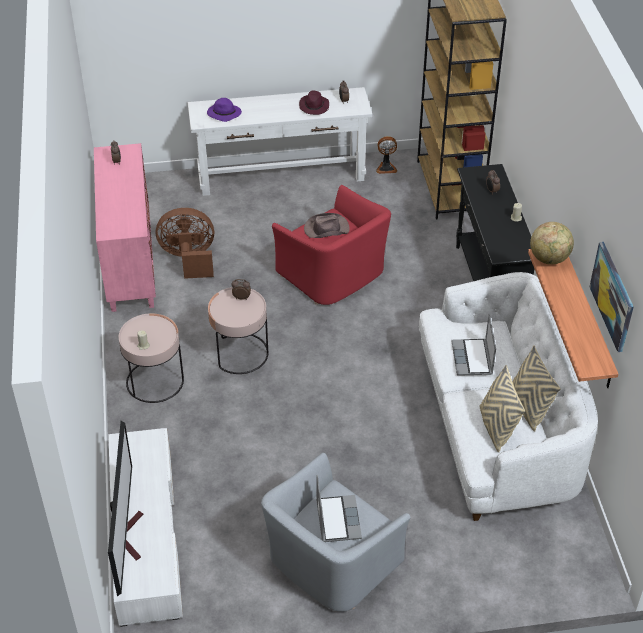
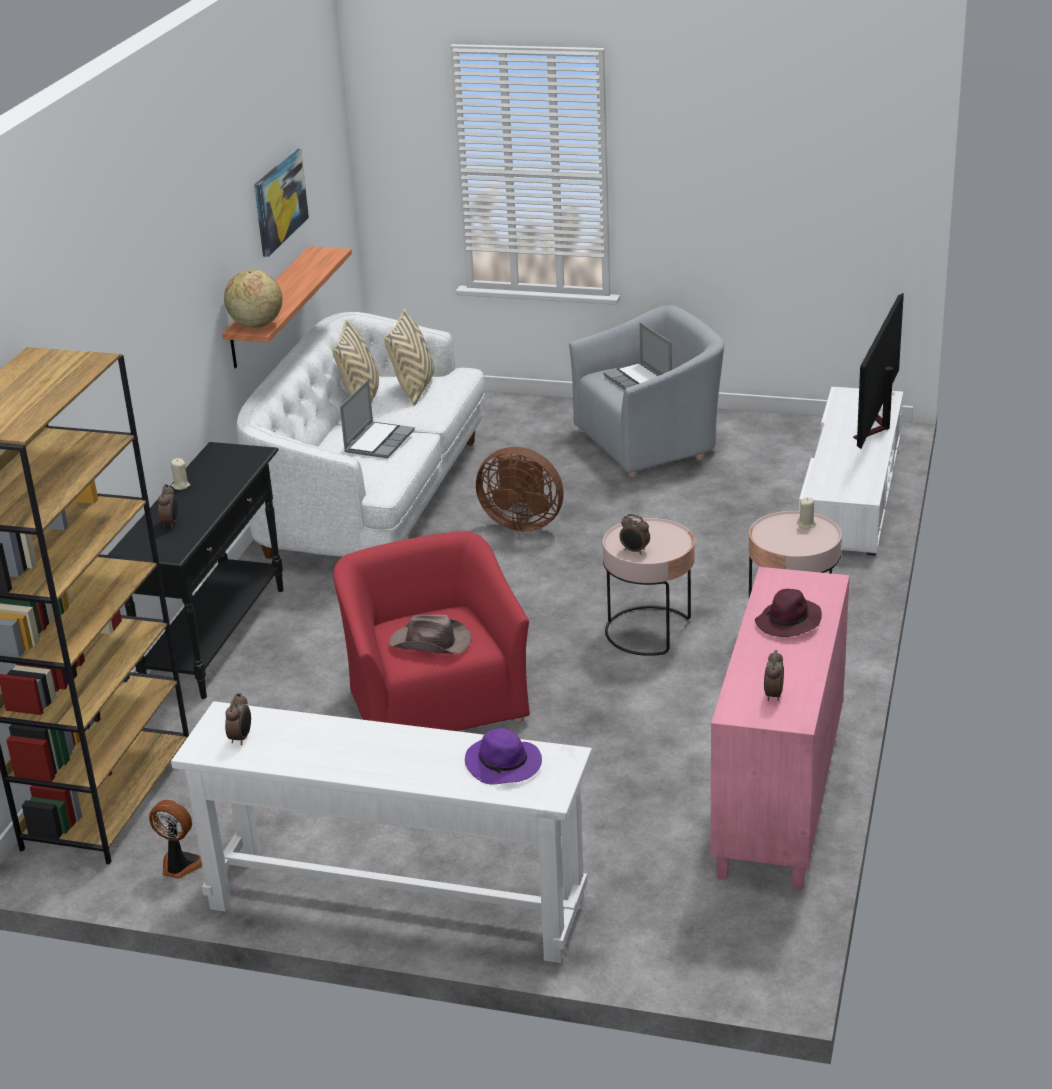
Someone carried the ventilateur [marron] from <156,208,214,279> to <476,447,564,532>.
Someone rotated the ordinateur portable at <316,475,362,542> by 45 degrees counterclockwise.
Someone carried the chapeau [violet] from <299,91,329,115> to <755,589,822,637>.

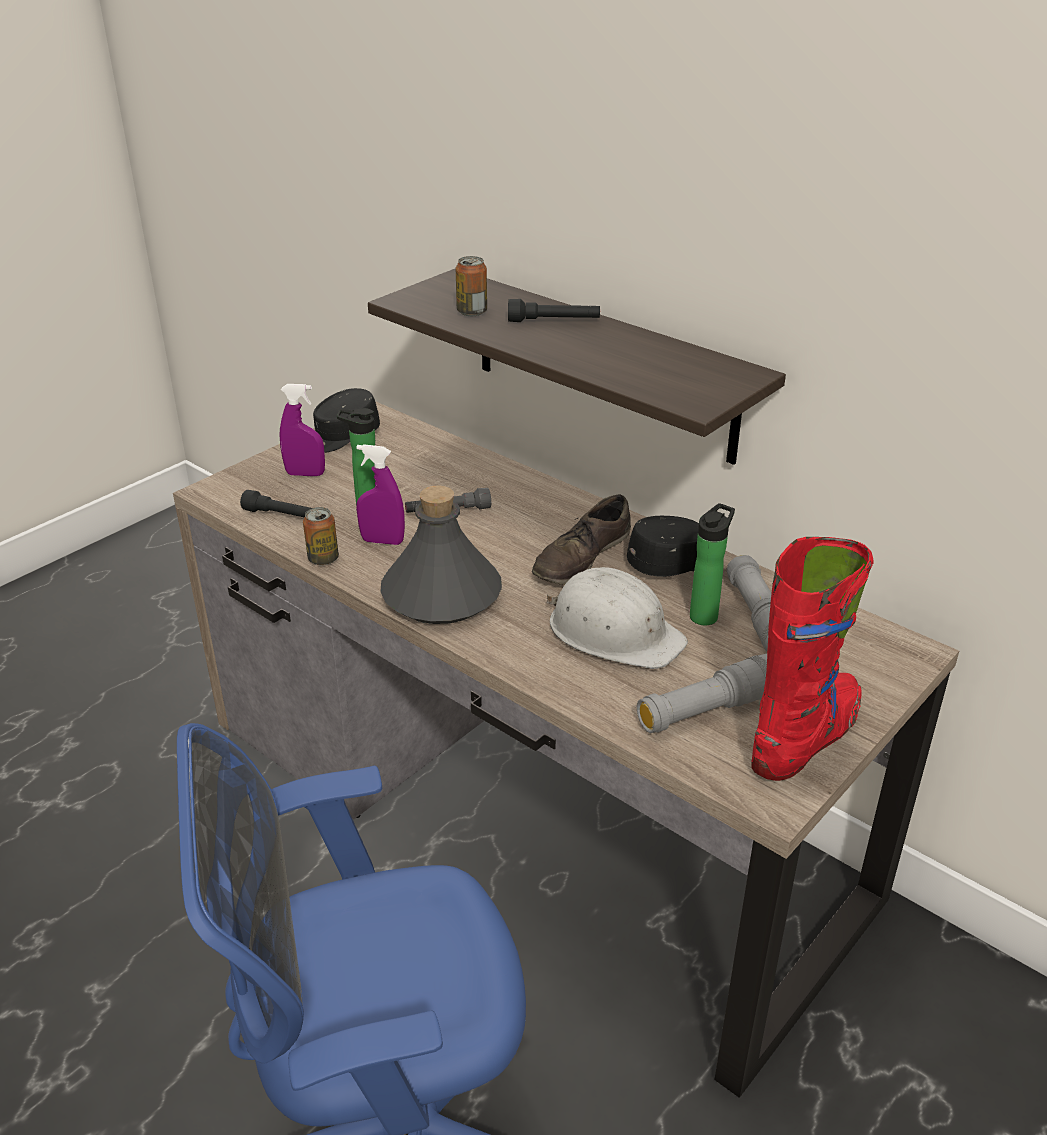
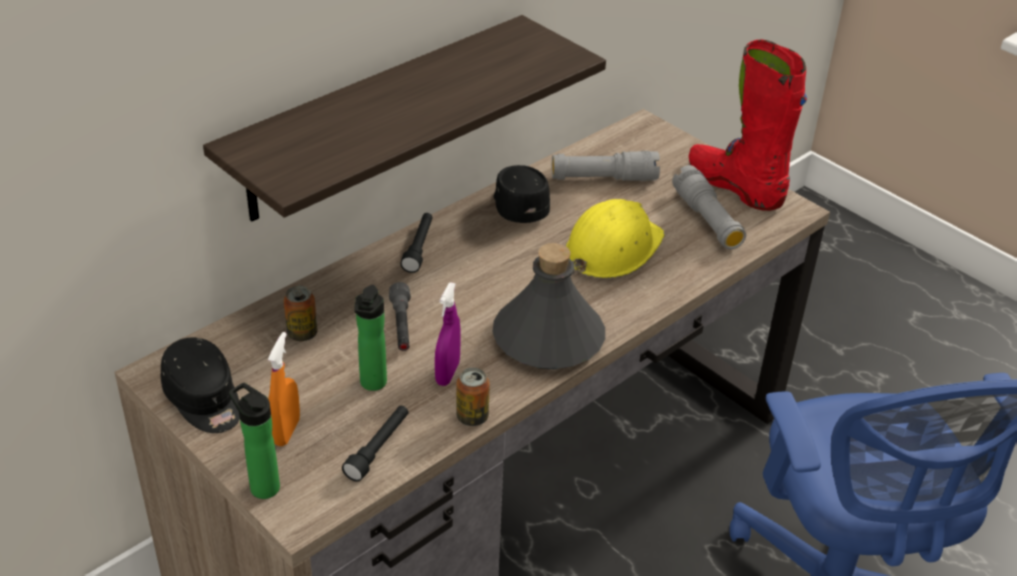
Someone carried the bouteille from <690,503,735,626> to <229,383,280,499>.
Someone repainted the vaporisateur [violet] at <280,384,325,477>, which became the vaporisateur [orange] at <268,332,300,446>.
Someone carried the boîte métallique from <456,256,487,316> to <284,286,318,341>.
Someone carried the lampe de poche [noir] from <508,299,600,322> to <401,213,433,273>.
Someone repainted the casque de chantier [blanc] at <547,567,688,669>, which became the casque de chantier [jaune] at <566,199,665,278>.
Someone took away the chaussure [marron] at <532,494,631,585>.

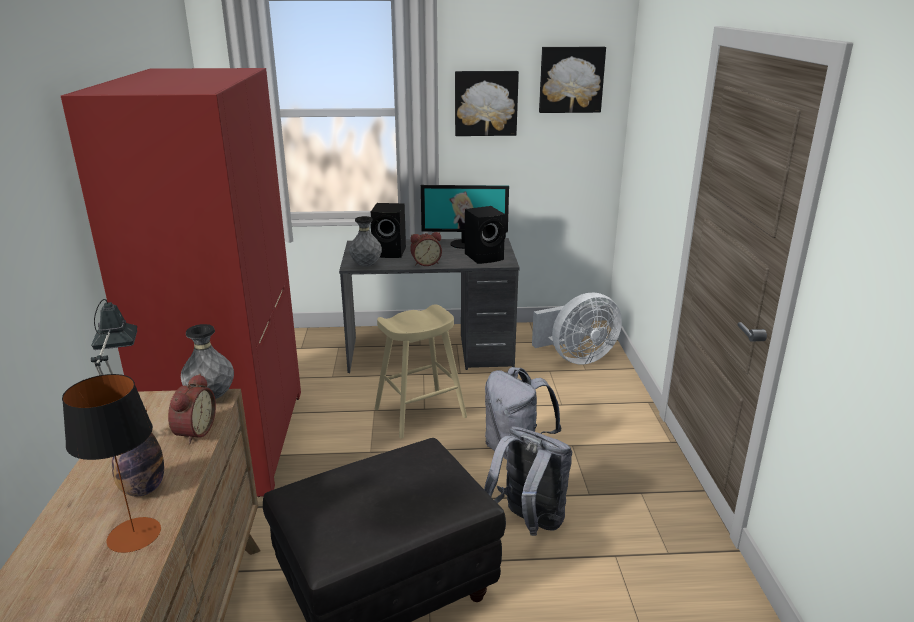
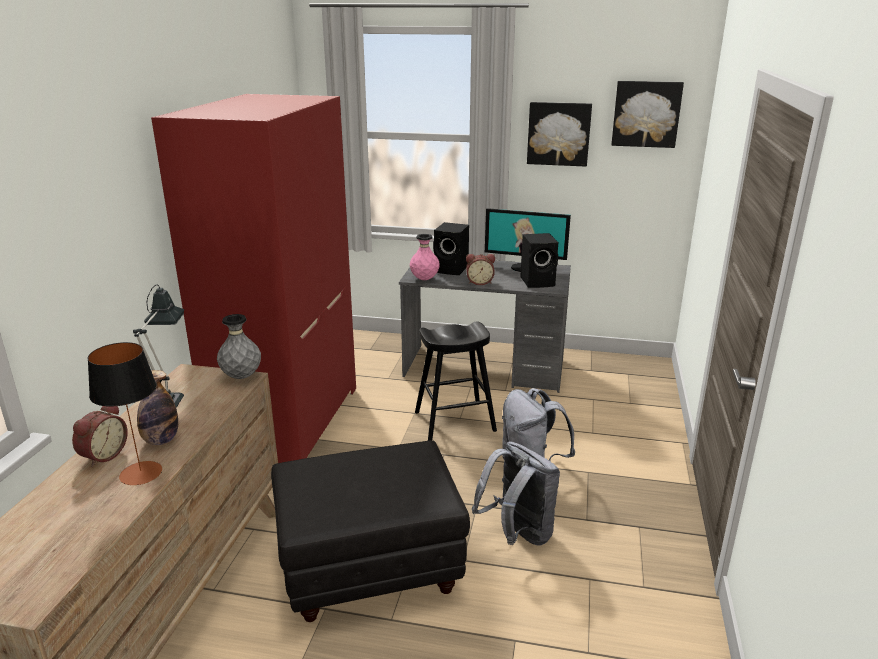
Someone carried the réveil from <168,373,216,444> to <72,406,128,467>.
Someone repainted the vase [gris] at <349,216,382,267>, which became the vase [rose] at <410,234,440,280>.
Someone repainted the tabouret [beige] at <375,304,467,439>, which became the tabouret [noir] at <415,322,497,441>.
Someone took away the ventilateur [blanc] at <532,293,622,365>.

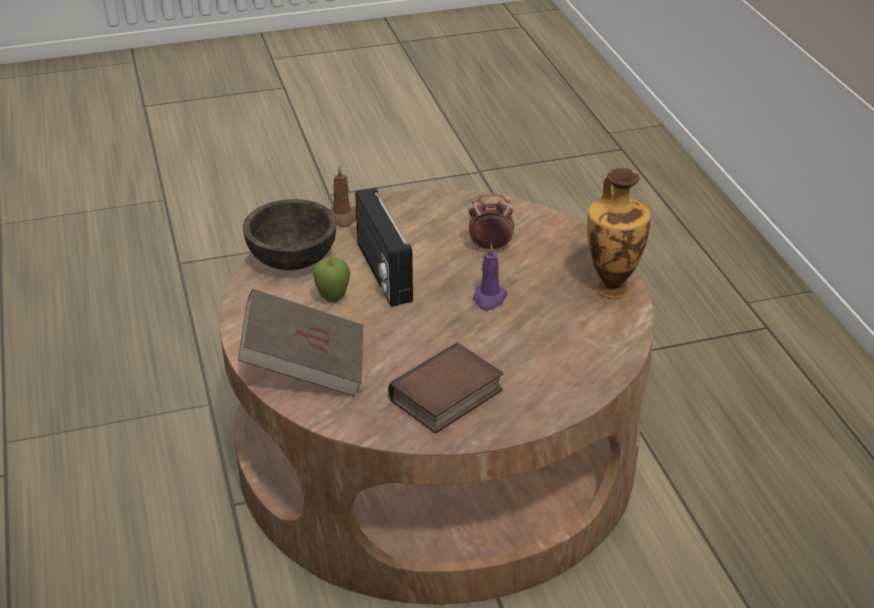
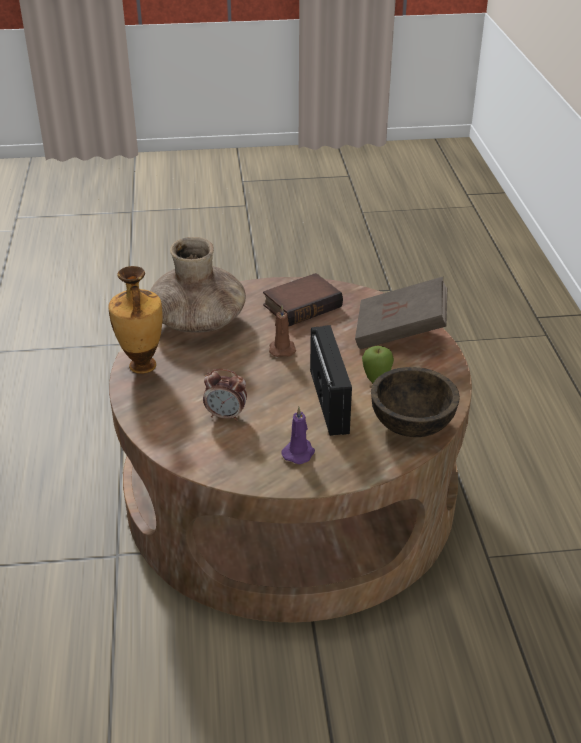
Someone put down the vase [marron] at <150,237,246,333>.
Someone carried the bougie [marron] from <330,165,356,227> to <269,306,296,357>.
Someone carried the bougie [violet] from <473,243,508,310> to <282,407,315,464>.

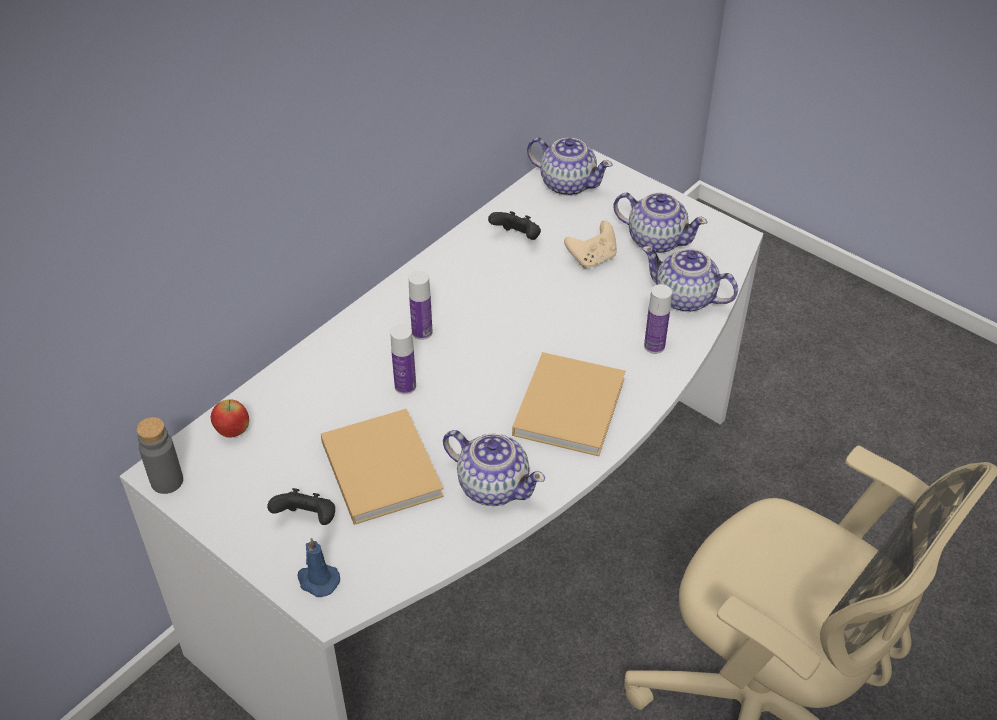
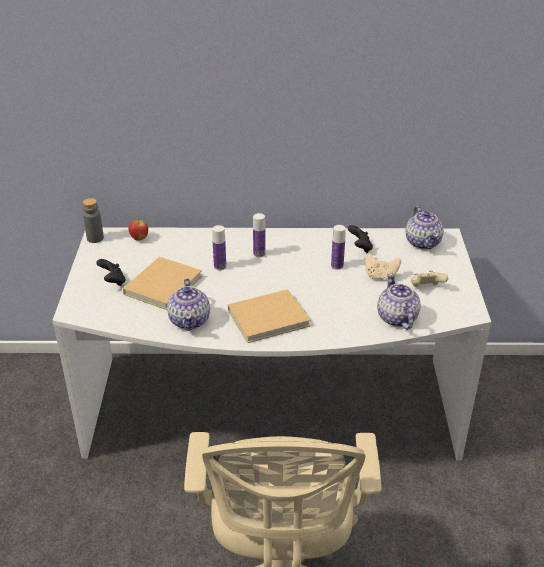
Someone carried the bouteille from <644,284,672,354> to <331,225,346,270>.
Someone swapped the théière at <613,193,707,253> for the manette [beige] at <411,270,448,287>.
Someone took away the bougie [bleu] at <297,538,340,597>.

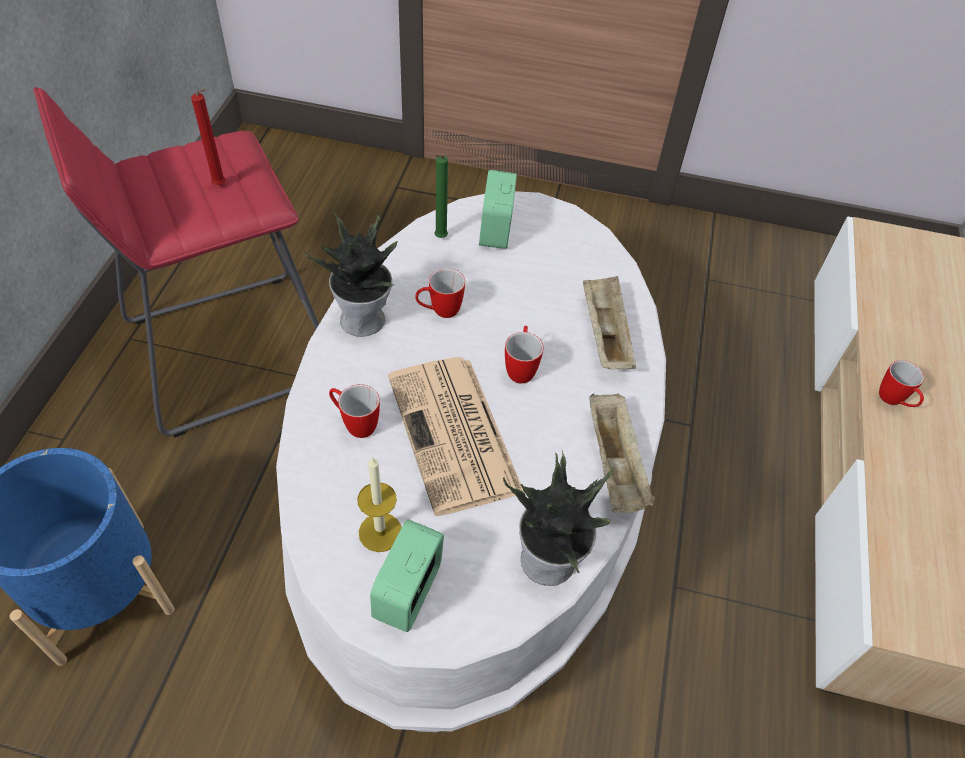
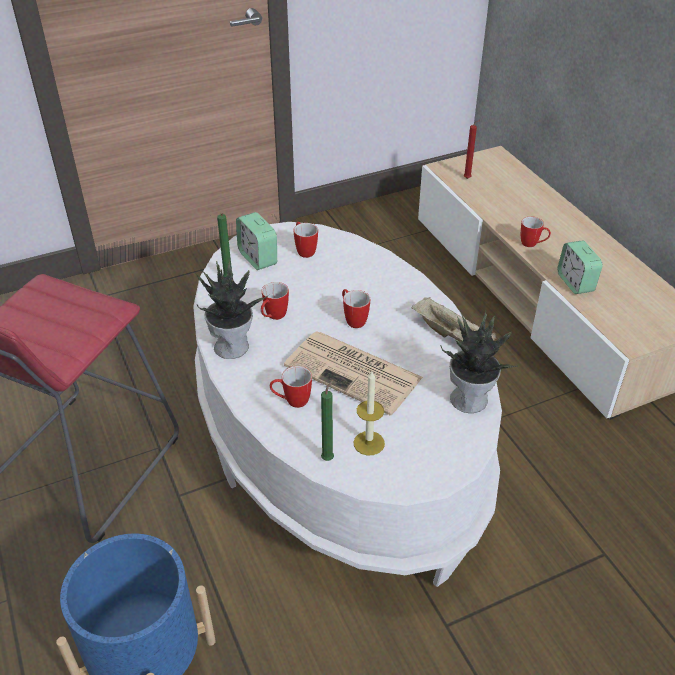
Someone put down the mug at <294,222,318,258>.
Someone put down the bougie [vert] at <321,380,334,461>.
Someone carried the bougie [rouge] from <191,89,226,185> to <464,120,480,179>.
Someone carried the réveil from <370,520,444,632> to <558,241,603,294>.
Someone took away the plateau [beige] at <583,276,636,369>.

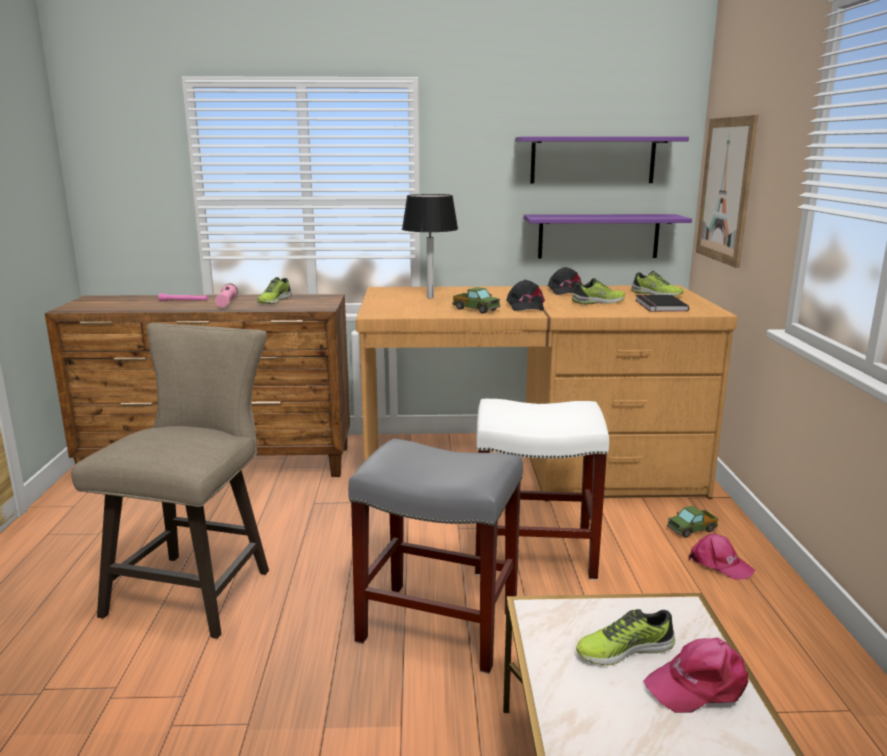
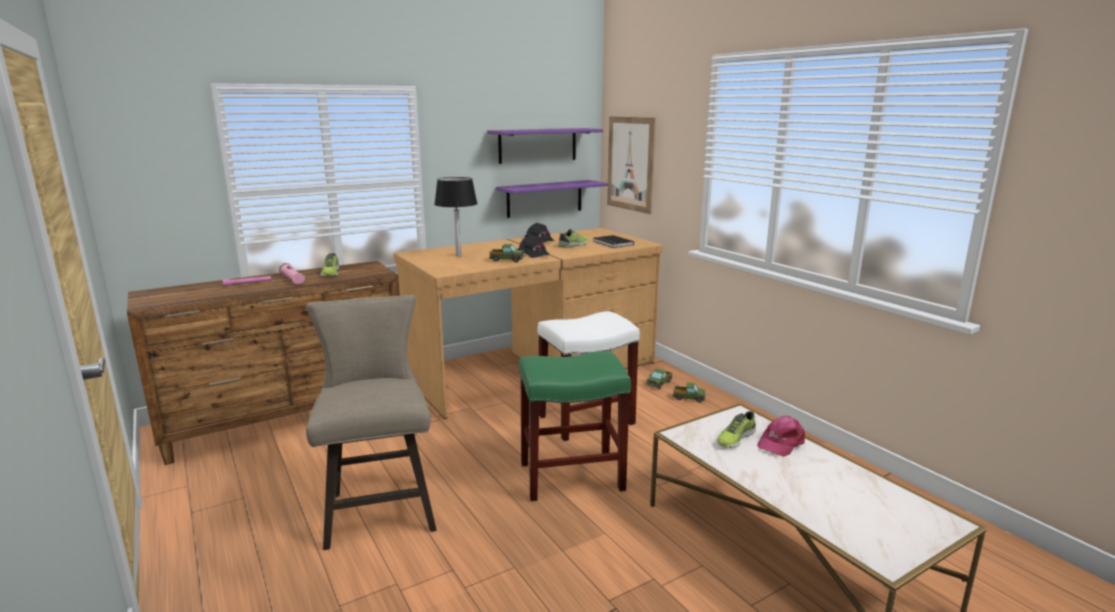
Someone repainted the tabouret [gris] at <348,439,523,674>, which became the tabouret [vert] at <519,351,631,502>.
Someone swapped the casquette [rose] at <689,533,755,580> for the camion jouet at <673,382,706,403>.
Someone took away the chaussure at <631,271,684,296>.

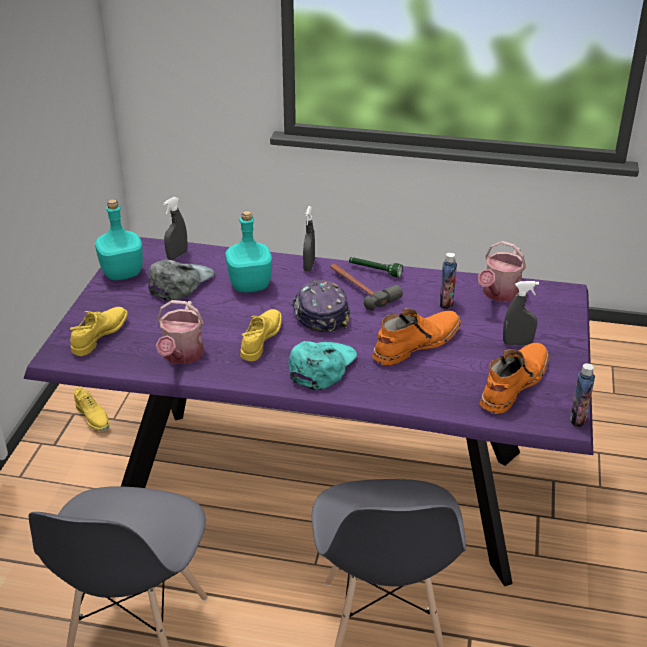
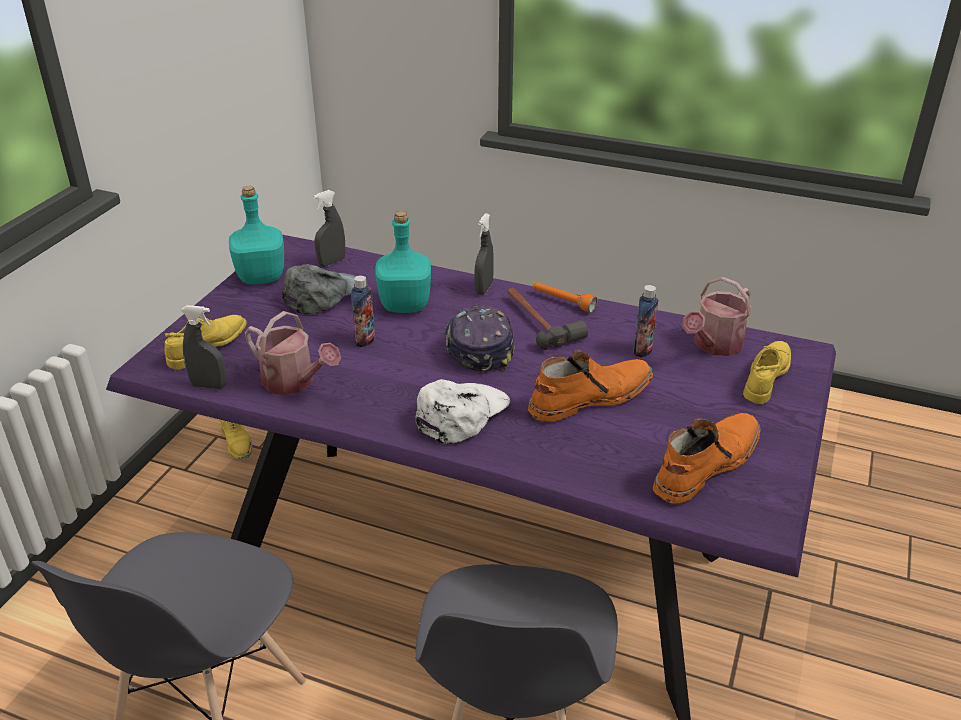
Someone carried the vaporisateur [gris] from <503,281,539,345> to <181,305,227,389>.
Someone rotated the arrosoir at <156,300,204,365> by 75 degrees counterclockwise.
Someone carried the bouteille from <570,363,595,427> to <351,275,375,347>.
Someone repainted the casquette [turquoise] at <289,341,357,390>, which became the casquette [blanc] at <416,379,510,444>.
Someone repainted the lampe de poche [vert] at <349,257,403,278>, which became the lampe de poche [orange] at <533,282,597,313>.
Someone carried the chaussure [jaune] from <240,309,282,361> to <743,341,791,404>.

